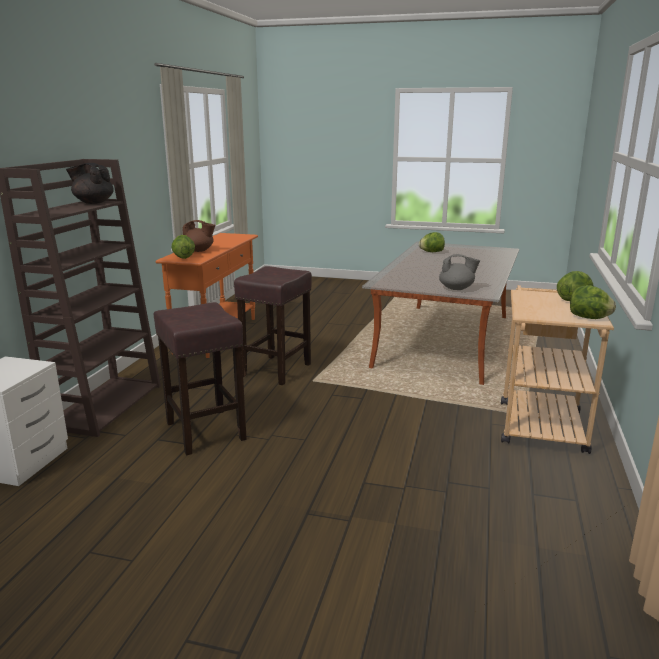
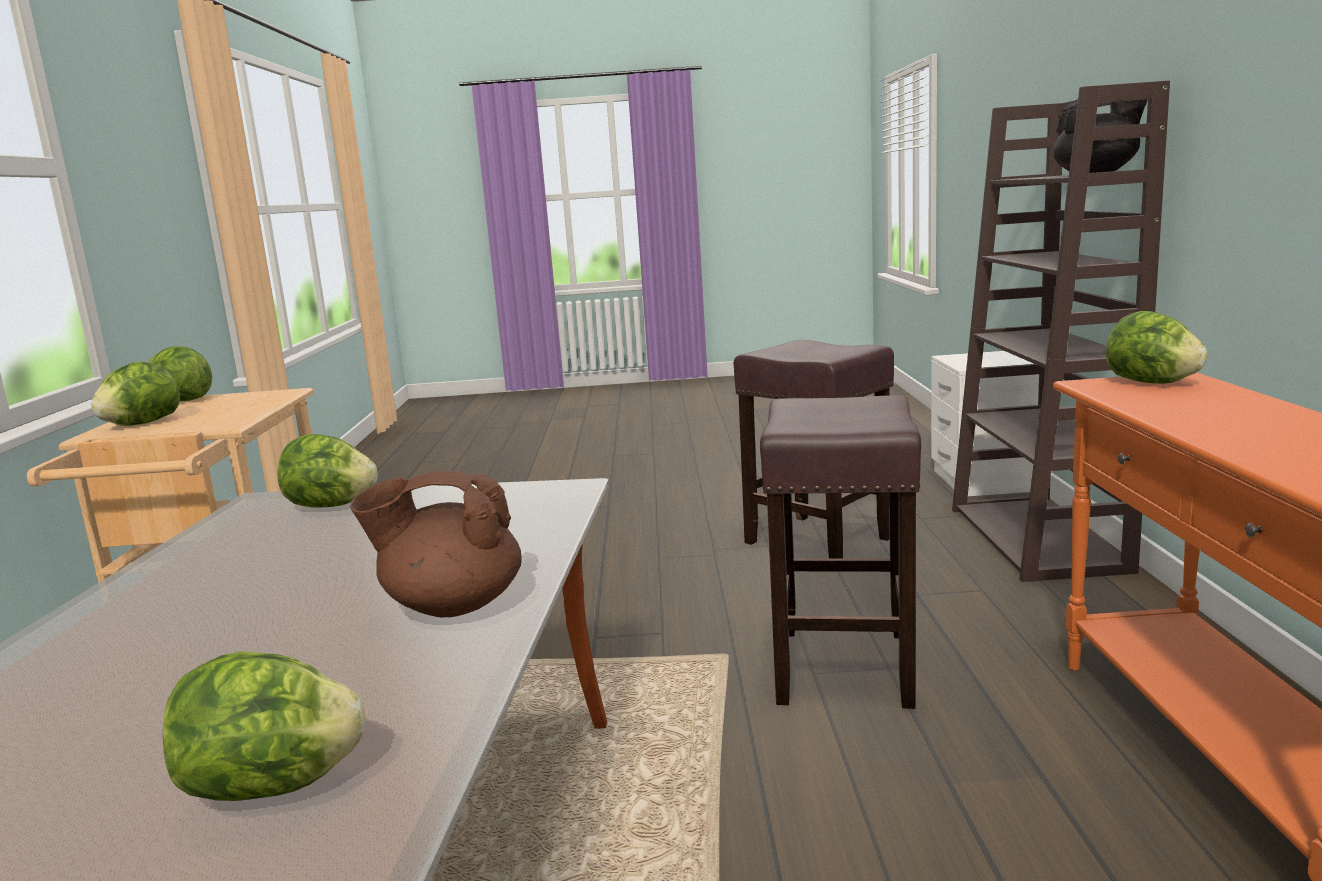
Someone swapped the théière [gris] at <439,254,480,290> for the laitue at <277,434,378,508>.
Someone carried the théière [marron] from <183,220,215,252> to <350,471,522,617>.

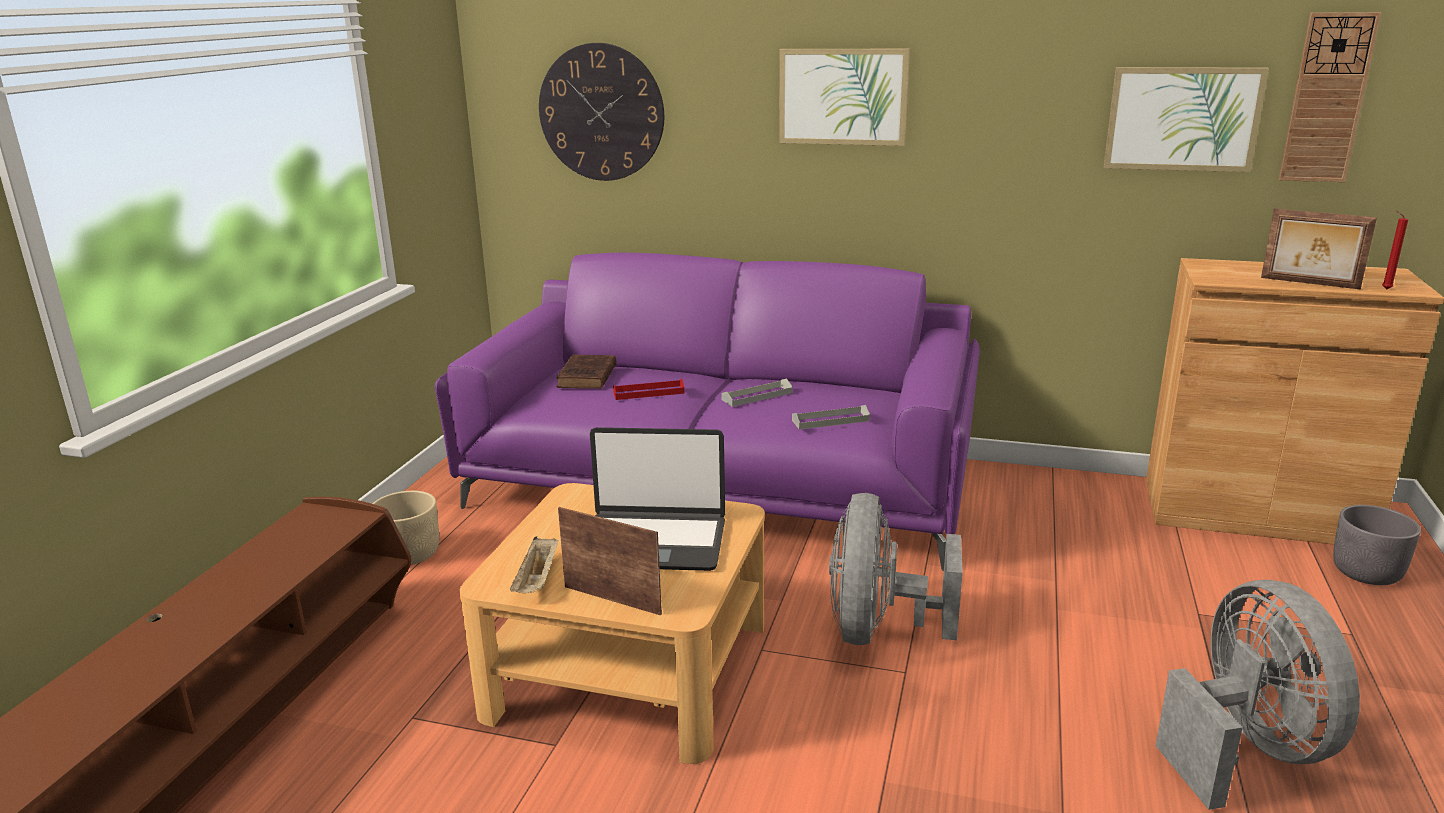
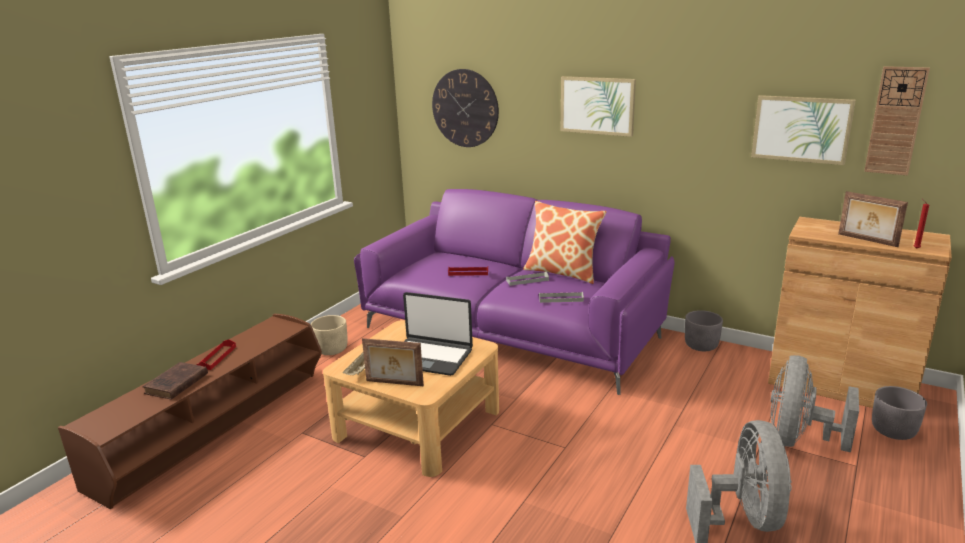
Someone carried the livre [marron] from <556,355,617,389> to <143,362,208,400>.
Someone put down the plateau [rouge] at <196,339,236,370>.
Someone rotated the cadre photo at <558,507,662,615> by 150 degrees clockwise.
Someone put down the coussin at <523,201,607,284>.
Someone put down the cache-pot [gris] at <685,310,723,351>.
Someone carried the ventilateur [gris] from <829,493,963,645> to <770,355,859,452>.

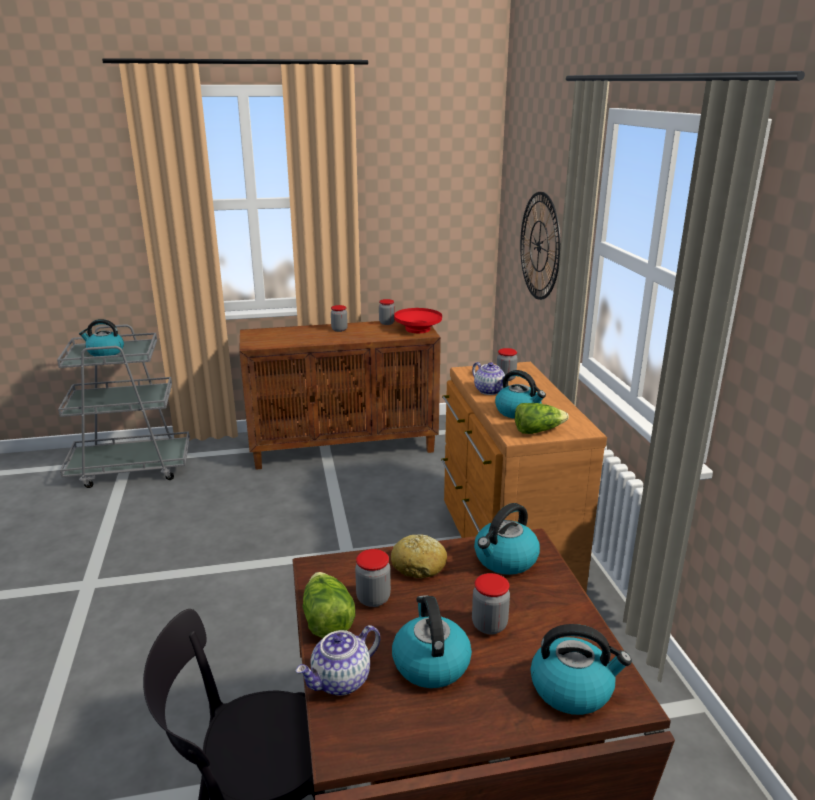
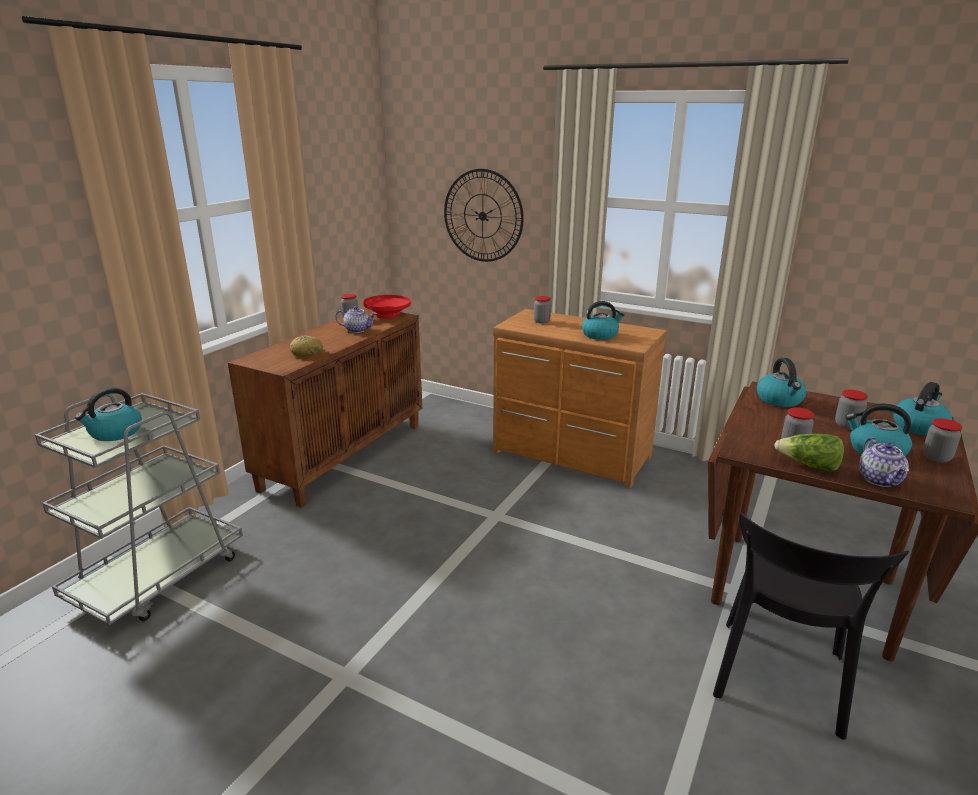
Someone carried the pain from <391,534,447,579> to <290,335,323,357>.
Someone carried the théière from <472,362,505,395> to <335,306,377,333>.
Someone carried the bocal from <331,305,348,332> to <923,418,962,463>.
Someone took away the laitue at <515,403,569,434>.

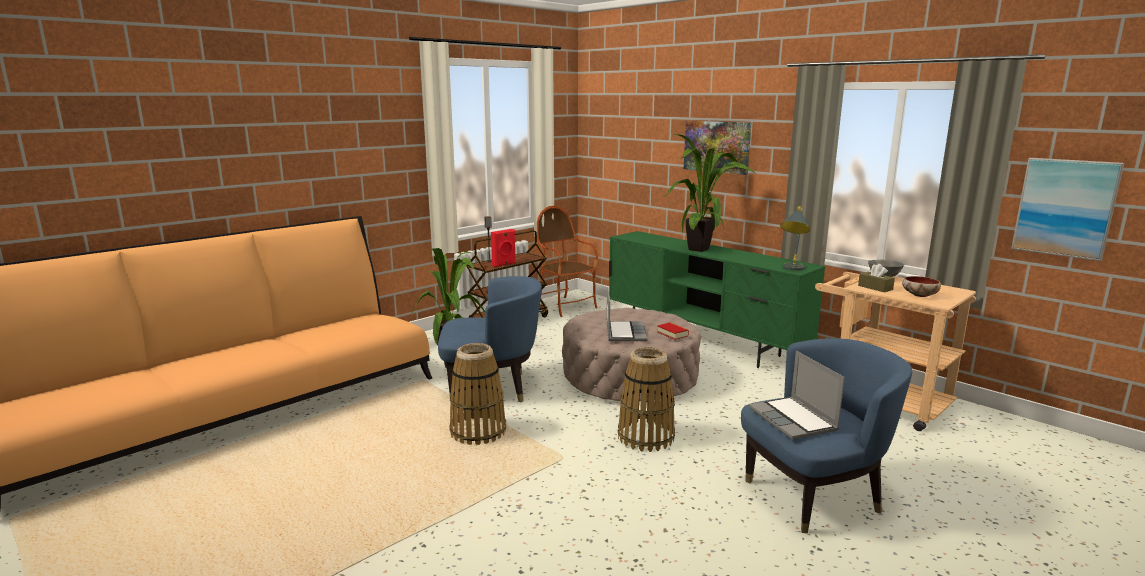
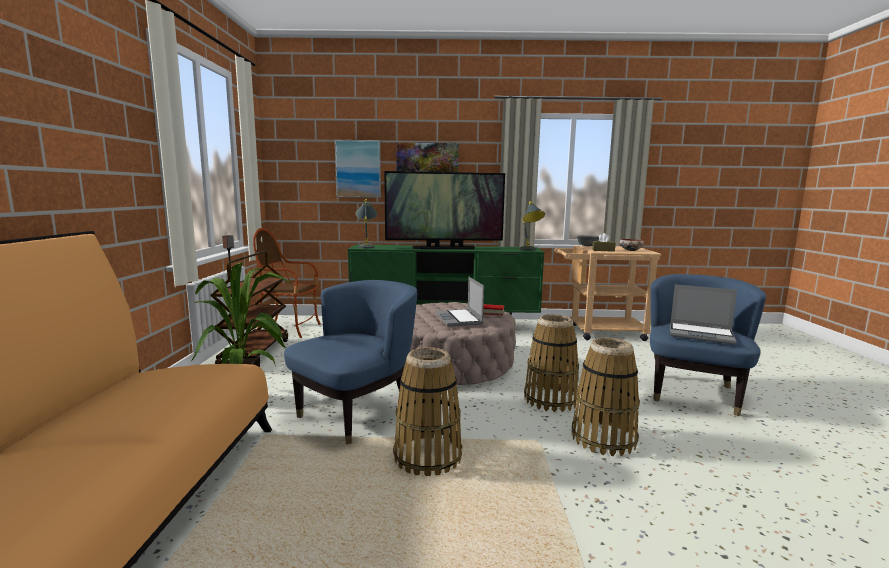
Someone carried the tableau from <1011,158,1124,261> to <335,140,381,198>.
Someone put down the lampe de table [gris] at <356,199,377,248>.
Someone swapped the plante en pot at <665,134,755,252> for the téléviseur at <384,171,505,249>.
Someone rotated the ordinateur portable at <606,287,648,341> by 150 degrees counterclockwise.
Someone put down the panier at <572,338,640,456>.
Someone took away the enceinte [rouge] at <491,229,516,267>.

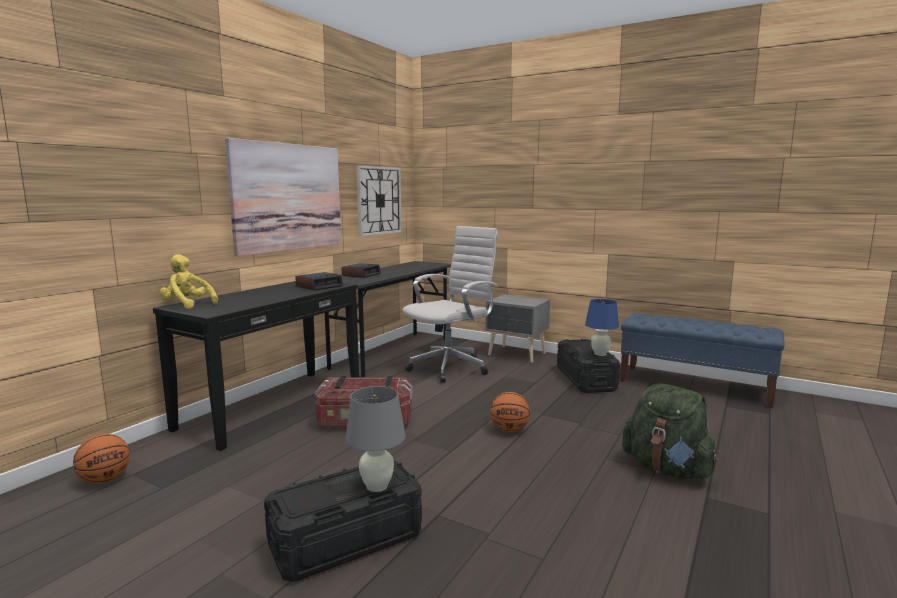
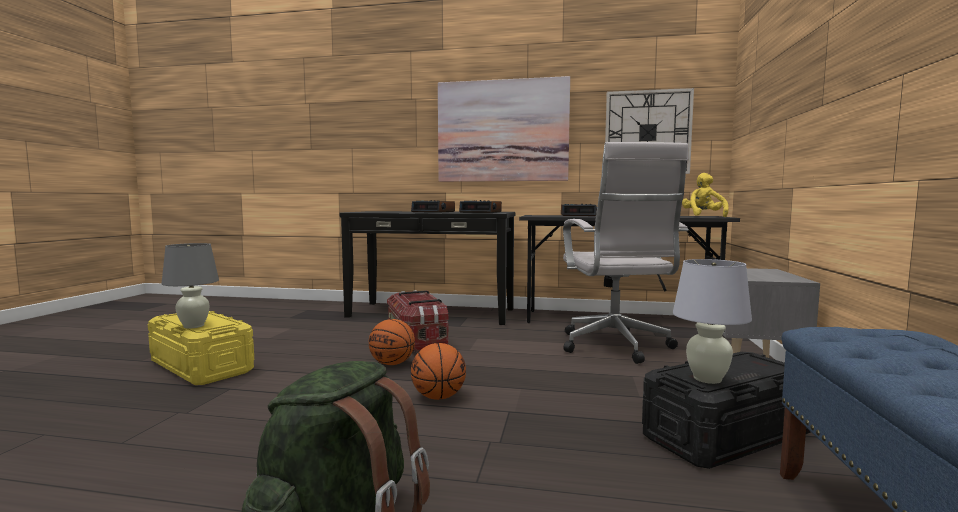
Someone repainted the boîte de rangement [noir] at <264,460,422,582>, which became the boîte de rangement [jaune] at <148,311,254,385>.
Someone carried the ballon de basket from <73,434,130,484> to <369,319,415,365>.
Someone put down the réveil at <411,200,455,213>.
Someone rotated the chaise de bureau [blanc] at <402,226,498,383> by 60 degrees clockwise.
Someone repainted the lampe de table [bleu] at <585,299,619,356>, which became the lampe de table [blanc] at <673,259,752,384>.
Someone carried the peluche [jaune] from <160,254,218,309> to <682,173,729,217>.

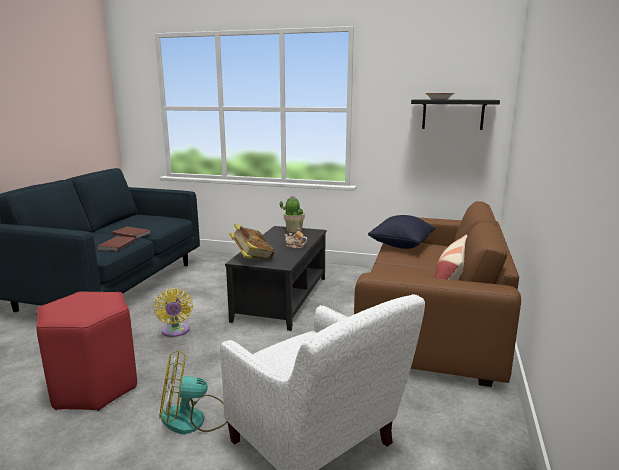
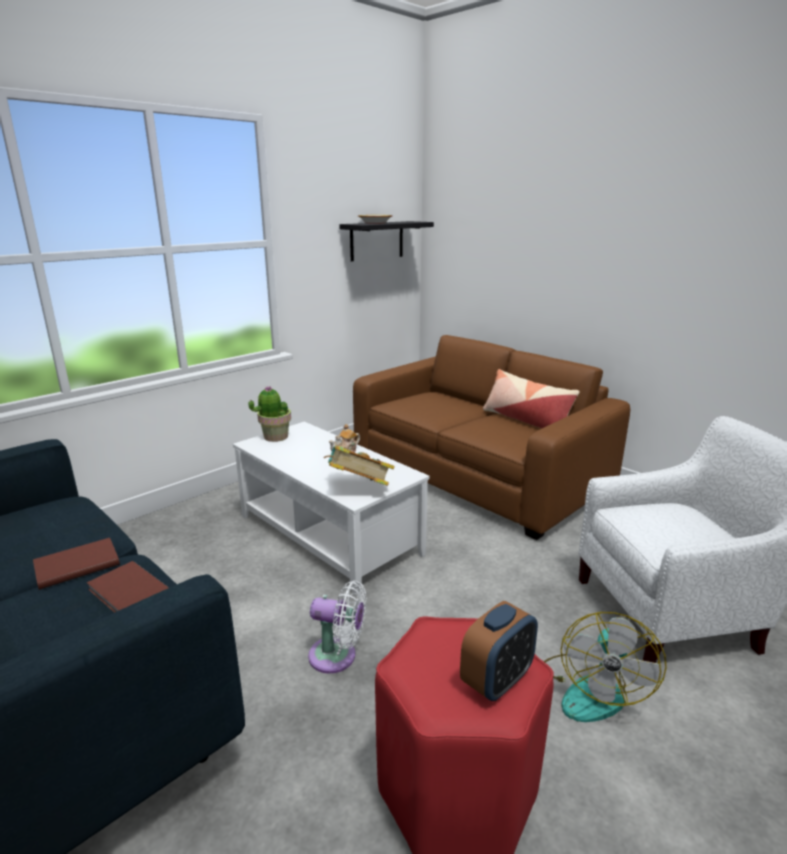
Someone repainted the table basse [noir] at <225,226,326,331>, which became the table basse [blanc] at <233,422,429,597>.
Someone repainted the ventilateur [jaune] at <153,289,193,337>, which became the ventilateur [blanc] at <308,580,366,674>.
Someone put down the réveil at <460,601,538,701>.
Someone took away the coussin [noir] at <368,215,435,249>.

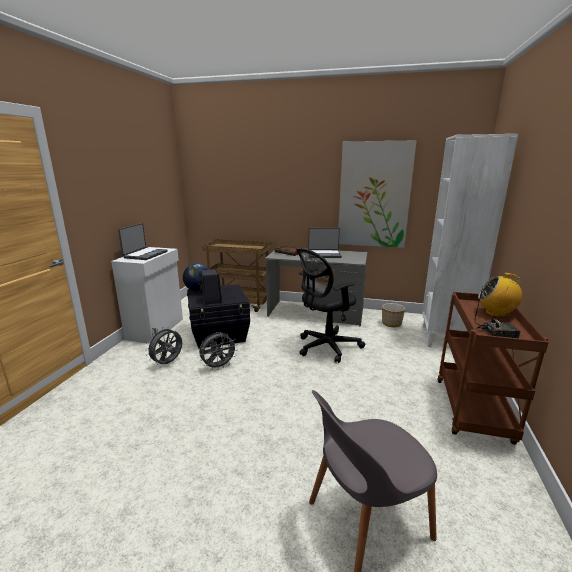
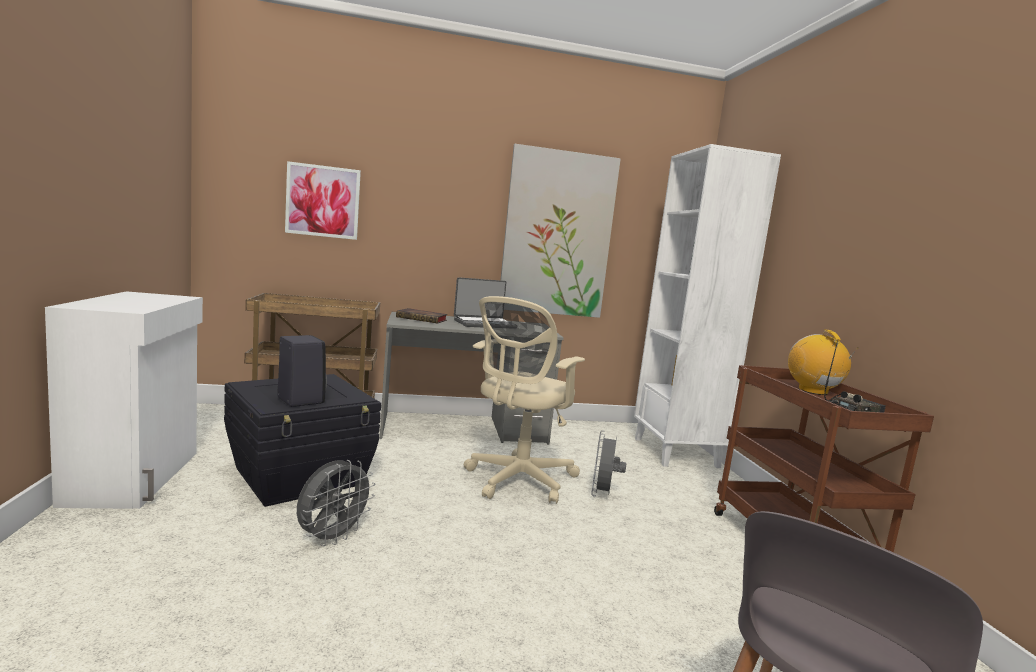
Someone put up the tableau at <285,161,361,240>.
Someone repainted the chaise de bureau [noir] at <296,248,365,363>, which became the chaise de bureau [beige] at <464,296,585,504>.
Someone carried the ventilateur [gris] from <146,326,182,364> to <591,430,626,497>.
Someone rotated the radio at <478,273,523,317> by 90 degrees clockwise.
Someone took away the ordinateur portable at <118,223,168,260>.
Someone took away the globe at <183,263,209,292>.
Someone took away the cache-pot at <382,303,405,327>.

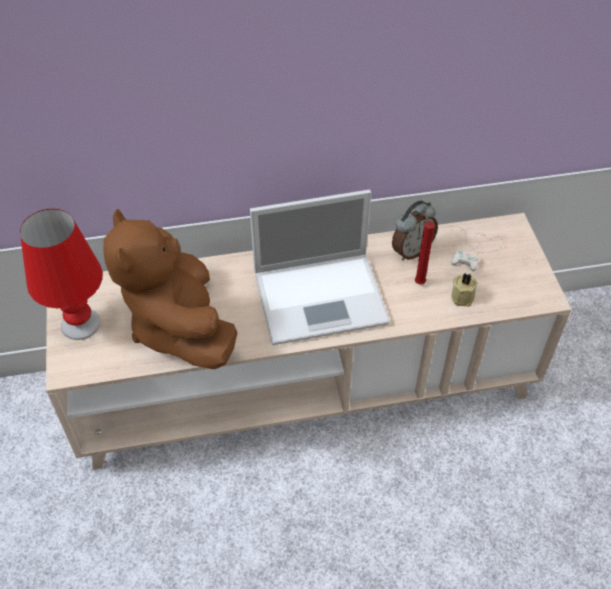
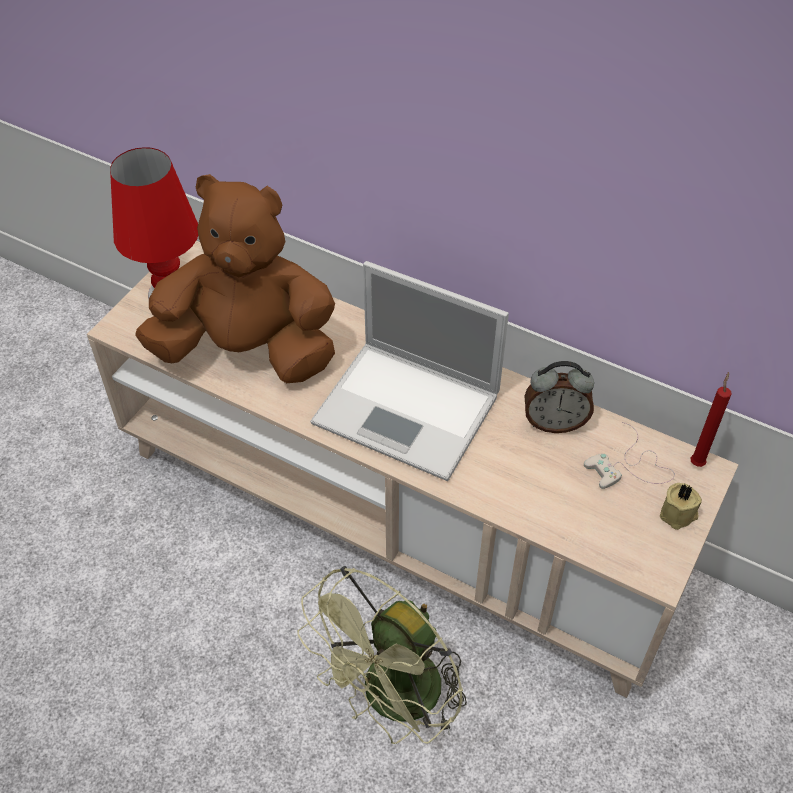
Someone rotated the peluche [marron] at <103,209,237,369> by 75 degrees clockwise.
Someone put down the ventilateur [vert] at <298,566,467,744>.
Someone carried the bougie [beige] from <451,273,477,307> to <660,483,702,530>.
Someone carried the bougie [rouge] from <415,211,435,285> to <690,372,731,467>.

